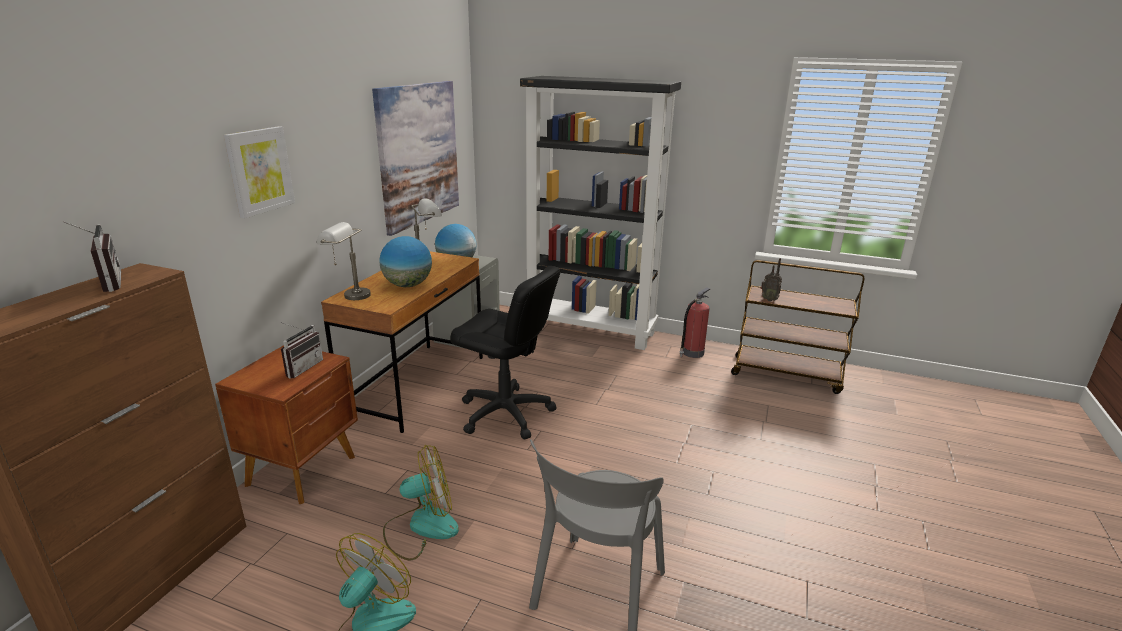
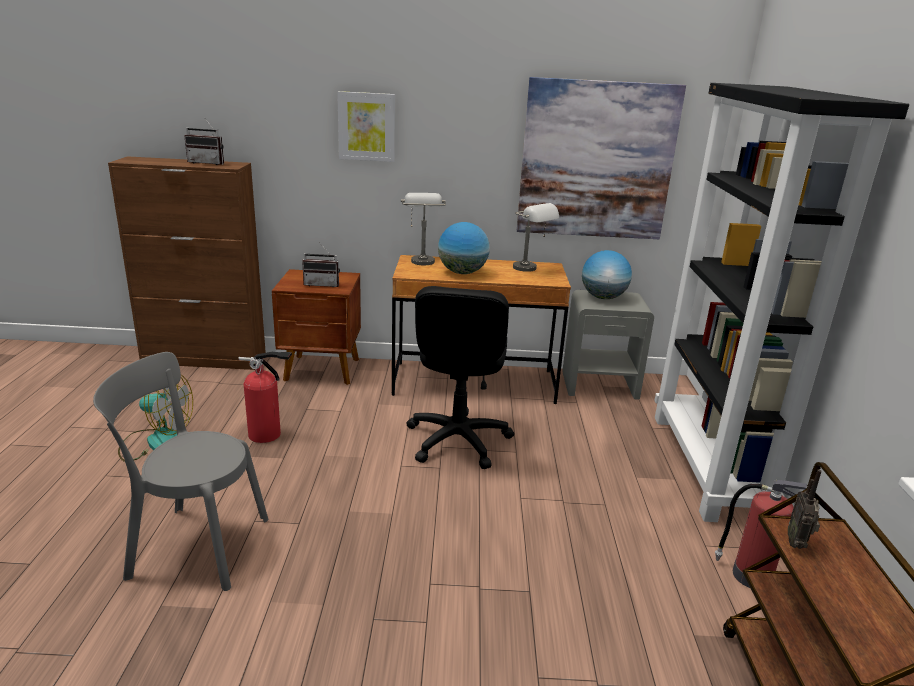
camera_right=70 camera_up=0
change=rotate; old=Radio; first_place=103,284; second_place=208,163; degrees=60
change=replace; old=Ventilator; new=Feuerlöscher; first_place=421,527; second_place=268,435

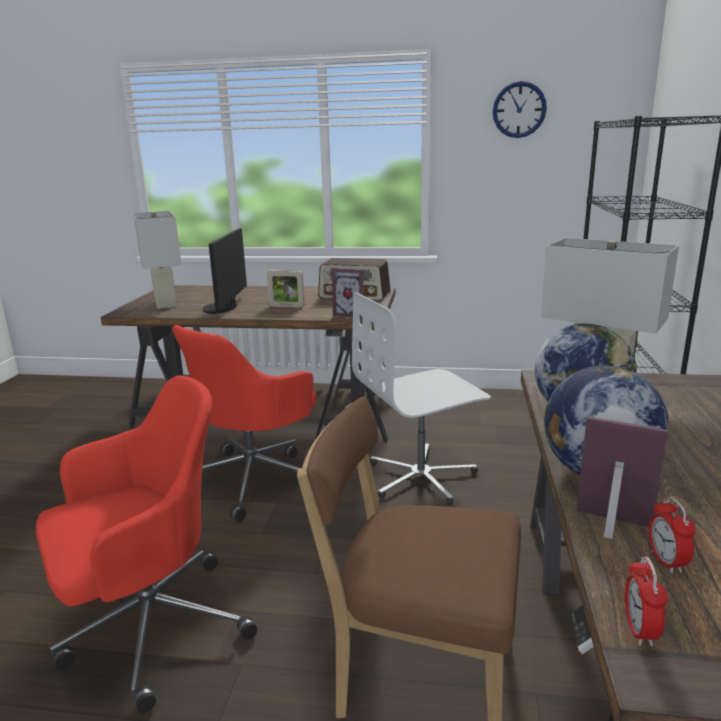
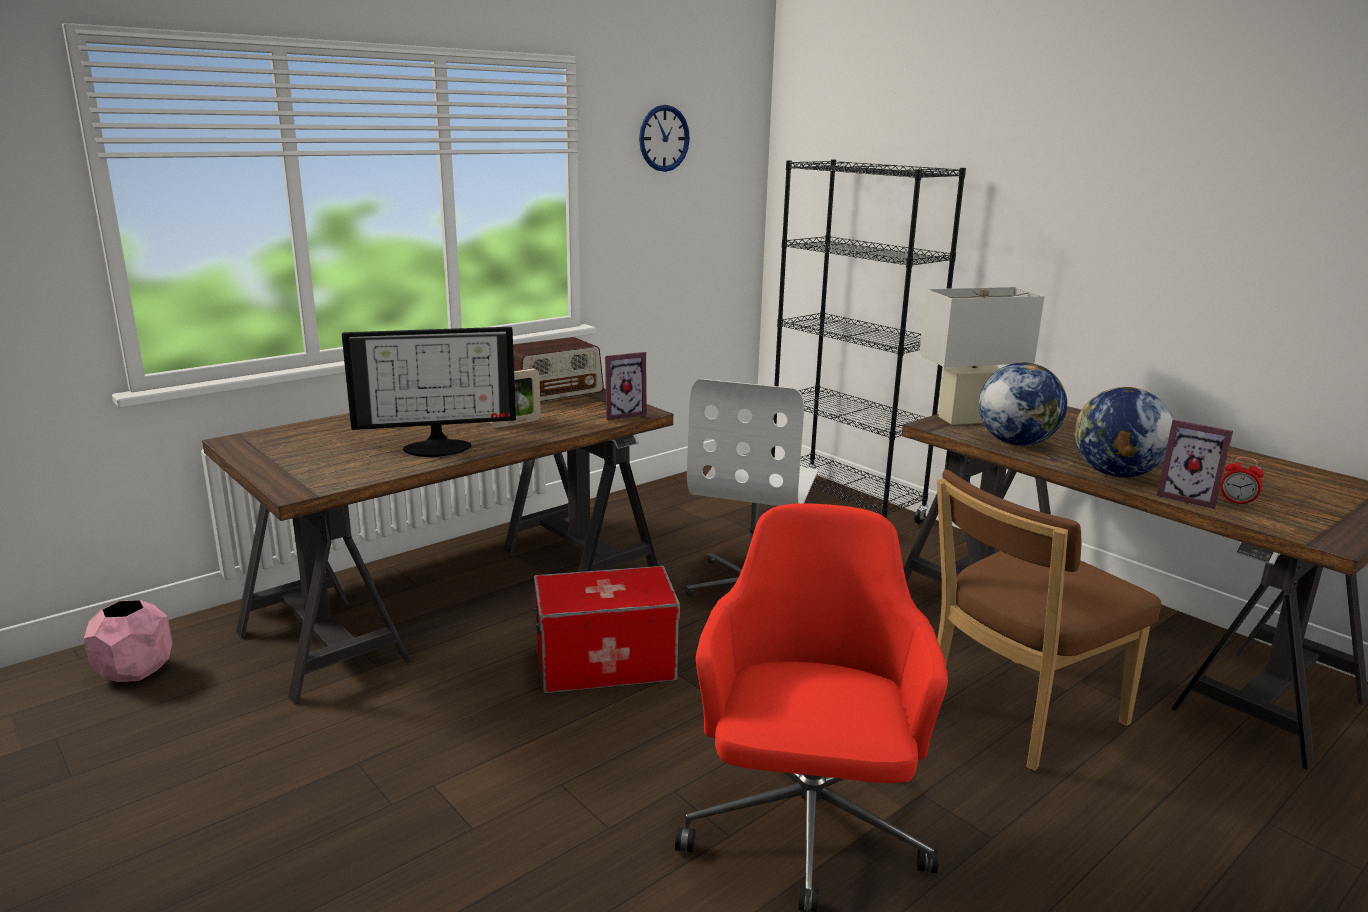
camera_right=-50 camera_up=0
change=insert; new=Pflanzkübel/rosa; second_place=134,672
change=rotate; old=Monitor; first_place=223,308; second_place=438,446; degrees=-60
change=replace; old=Bürostuhl/rot; new=Aufbewahrungsbox; first_place=255,479; second_place=605,665
change=rotate; old=Bilderrahmen; first_place=611,527; second_place=1188,498; degrees=-120
change=delete; old=Tischlampe/weiß; first_place=165,303
change=delete; old=Wecker; first_place=639,631

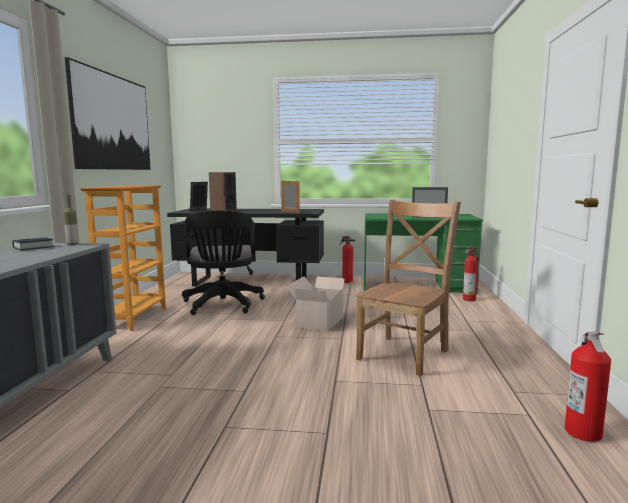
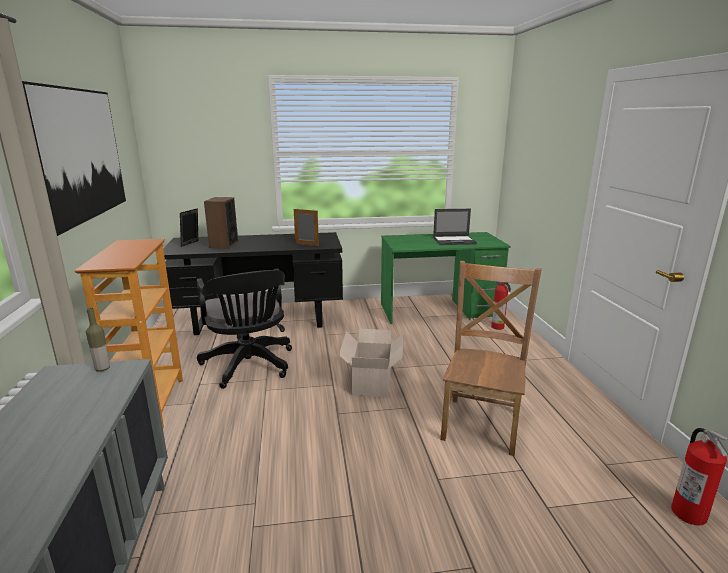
camera_right=-15 camera_up=10
change=delete; old=Buch; first_place=33,247
change=delete; old=Feuerlöscher; first_place=346,281

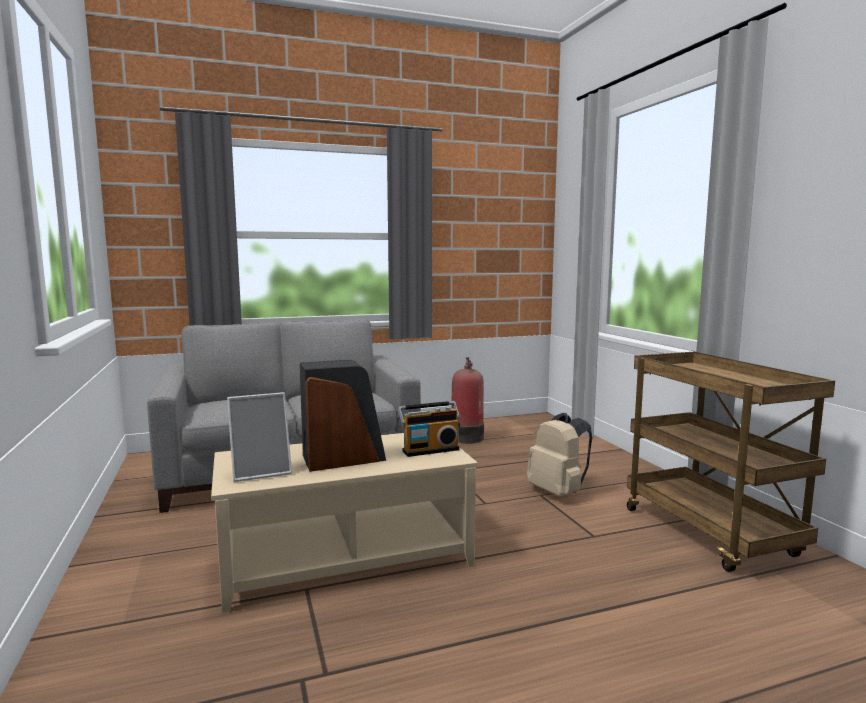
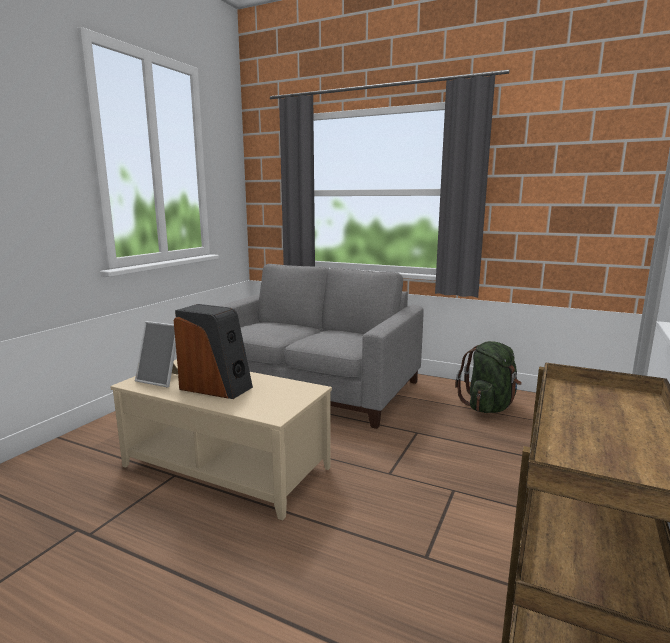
camera_right=45 camera_up=5
change=replace; old=Feuerlöscher; new=Rucksack/grün; first_place=467,437; second_place=489,407
change=delete; old=Radio; first_place=430,450
change=delete; old=Rucksack/beige; first_place=558,492

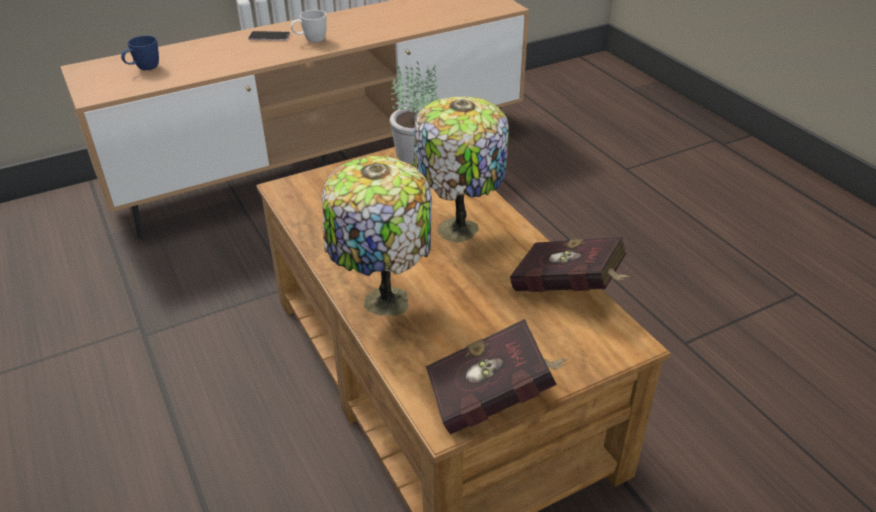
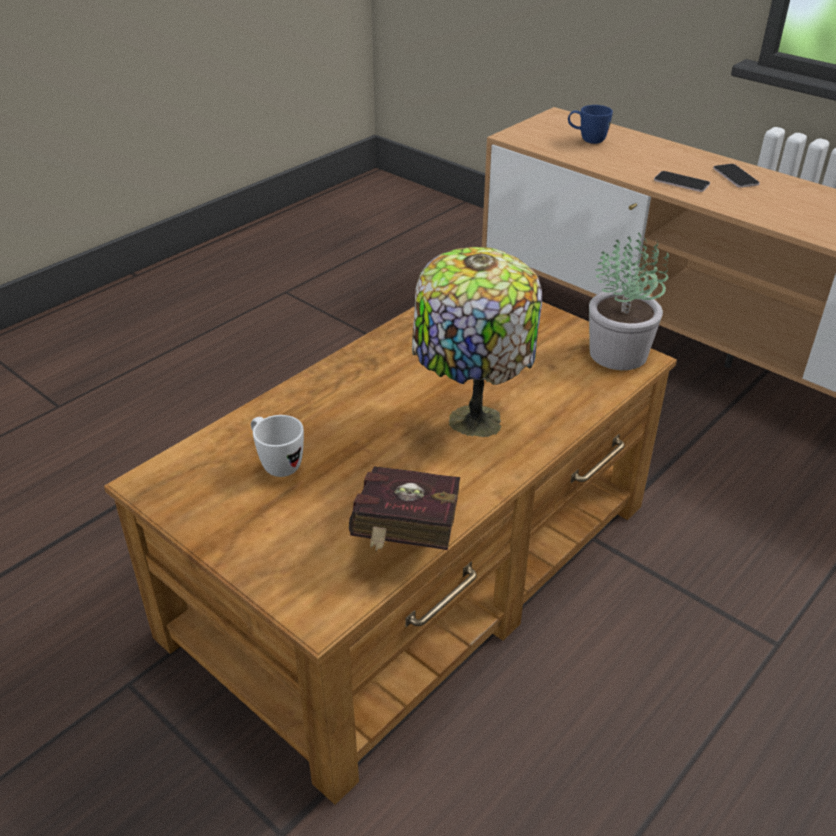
camera_right=70 camera_up=0
change=move; old=Henkelbecher/weiß; first_place=310,41; second_place=276,464
change=insert; new=Handy; second_place=681,182
change=delete; old=Tischlampe; first_place=382,303
change=delete; old=Buch/rot; first_place=494,398

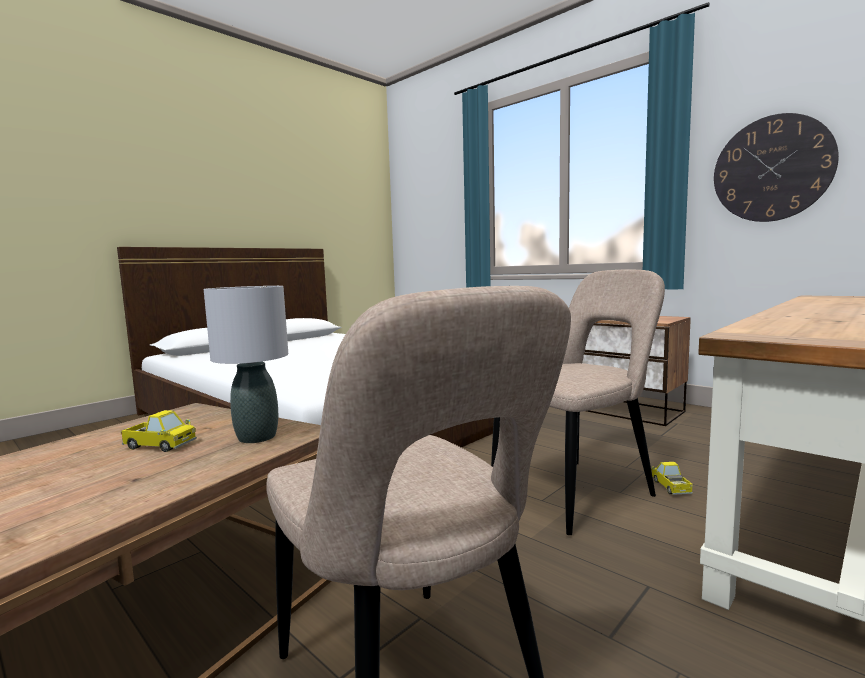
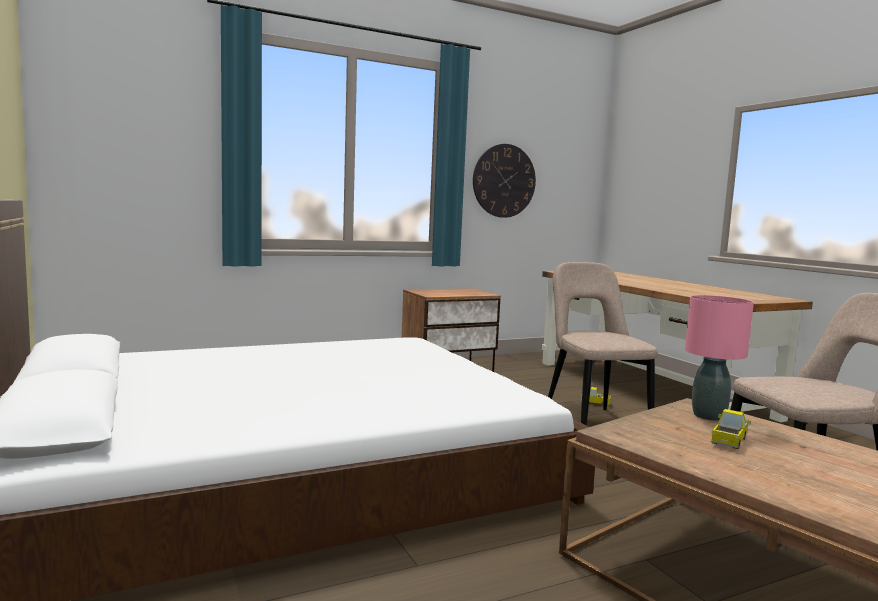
camera_right=-70 camera_up=0
change=recolor; old=Tischlampe/grau; new=Tischlampe/rosa; first_place=258,437; second_place=708,416

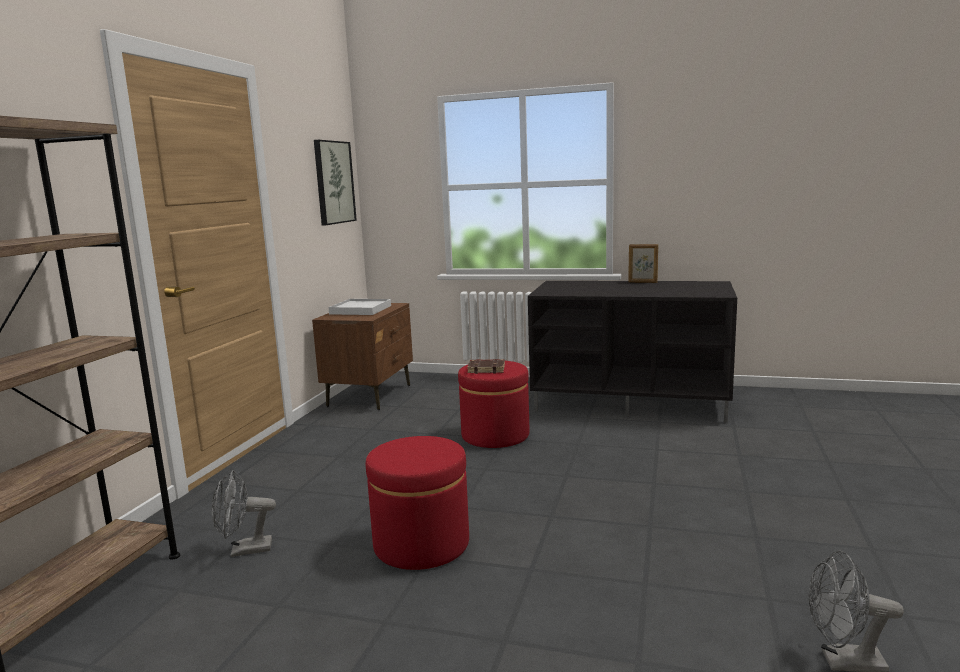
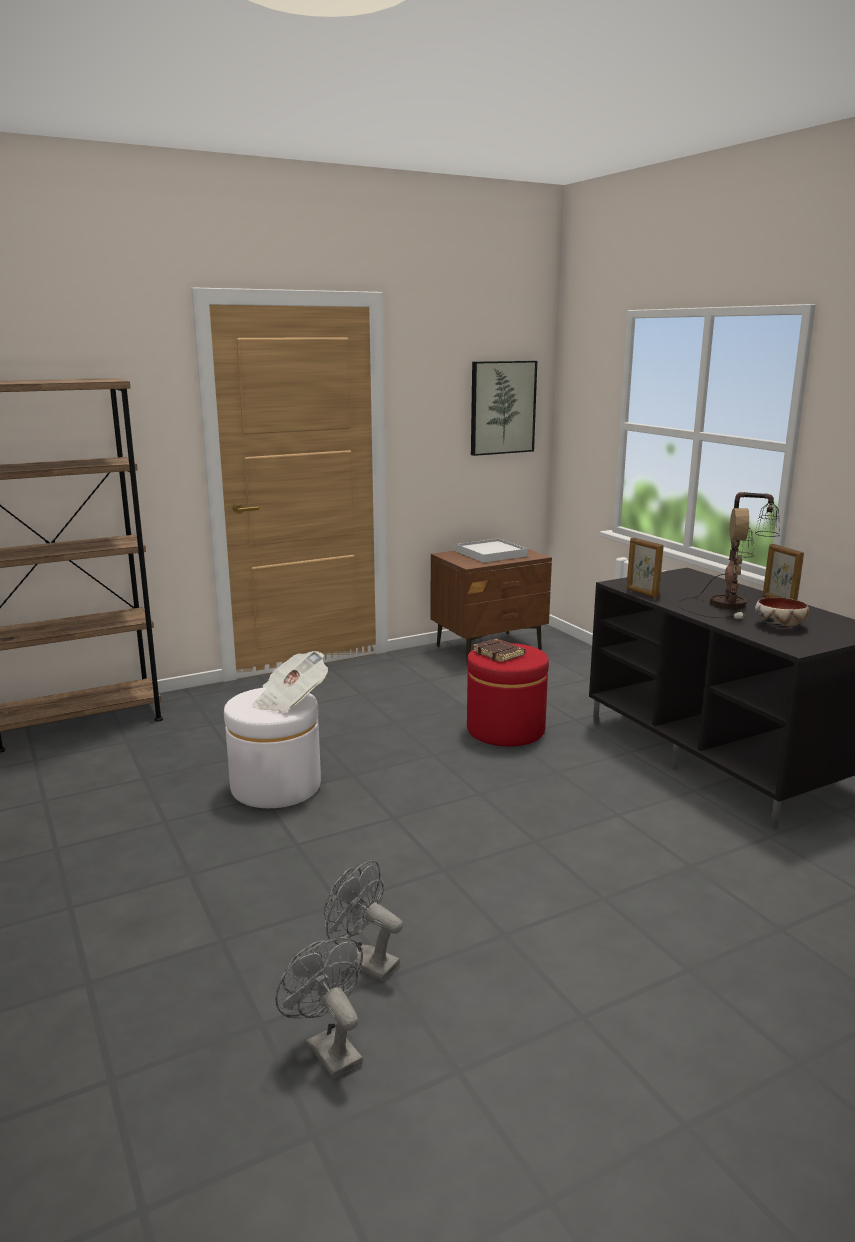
camera_right=45 camera_up=5
change=recolor; old=Polsterhocker/rot; new=Polsterhocker/weiß; first_place=421,544; second_place=276,787
change=insert; new=Zeitung; second_place=290,701
change=move; old=Ventilator/grau; first_place=244,550; second_place=363,962
change=insert; new=Bilderrahmen; second_place=641,593
change=insert; new=Tischlampe; second_place=729,604
change=insert; new=Schüssel; second_place=779,626

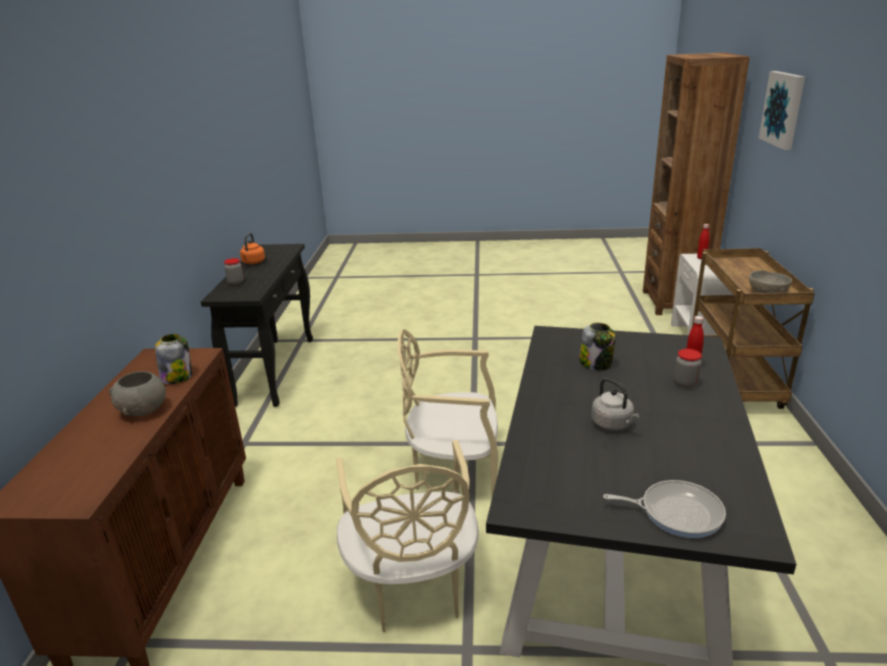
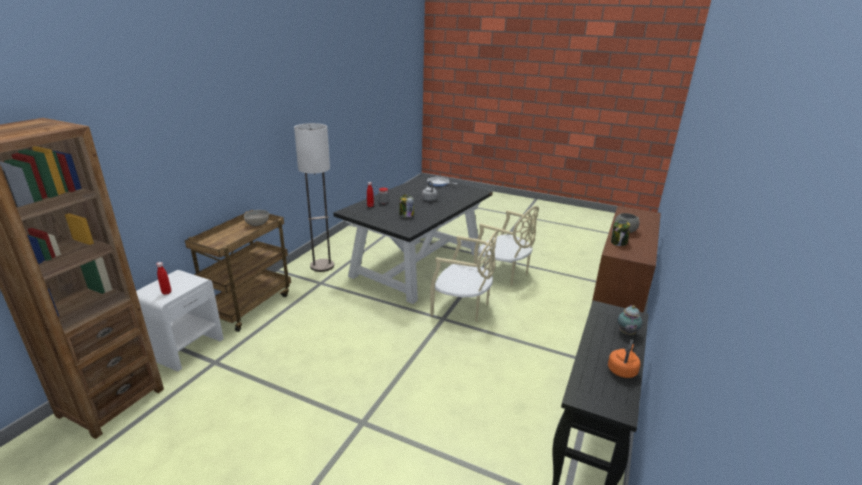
camera_right=-160 camera_up=0
change=insert; new=Stehlampe; second_place=322,266
change=rotate; old=Stuhl/beige; first_place=412,587; second_place=503,273; degrees=120
change=replace; old=Vorratsglas; new=Teekanne; first_place=236,282; second_place=626,333
change=delete; old=Bild; first_place=783,109

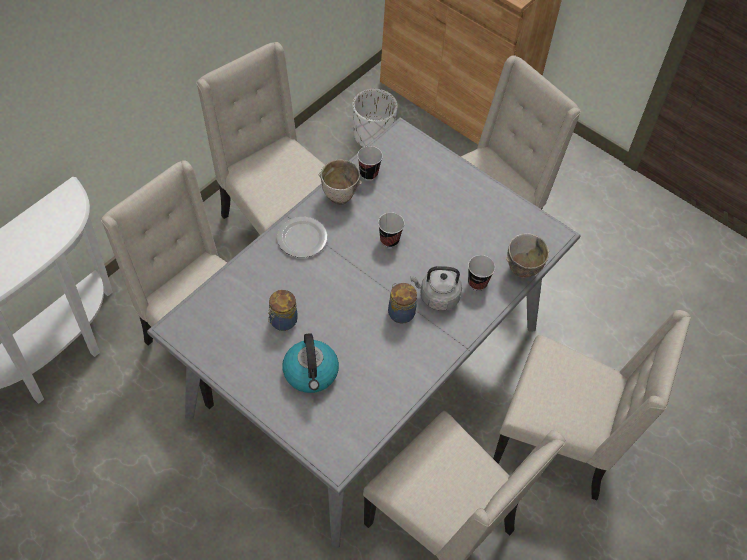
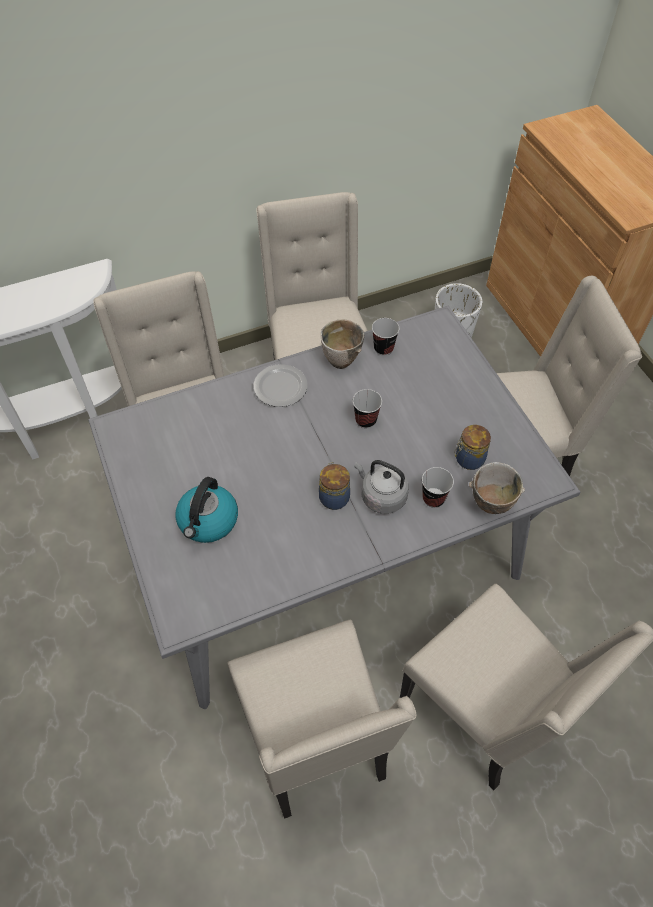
camera_right=30 camera_up=0
change=move; old=Vorratsglas; first_place=282,321; second_place=468,459

